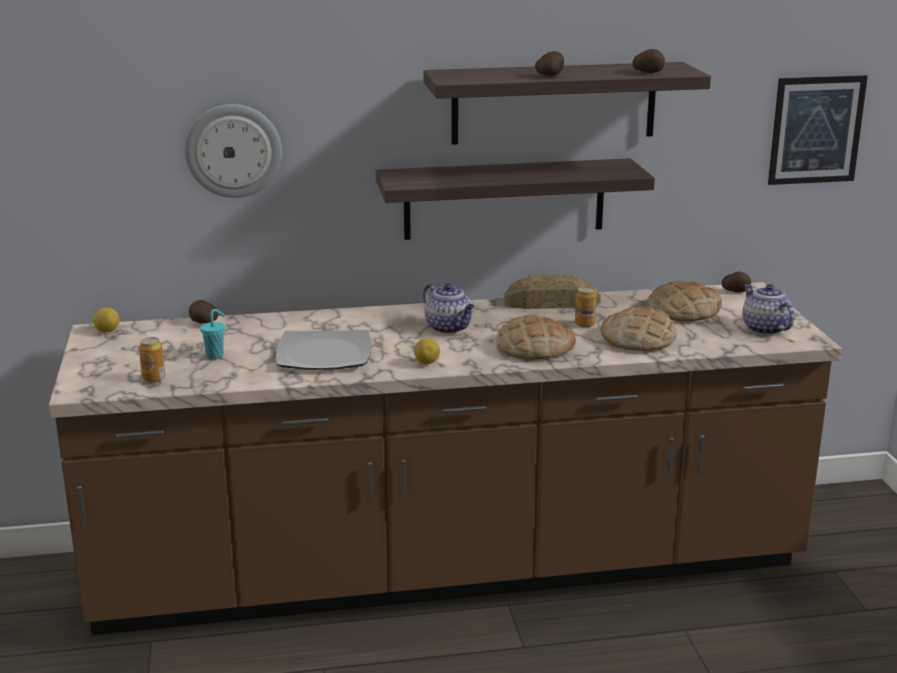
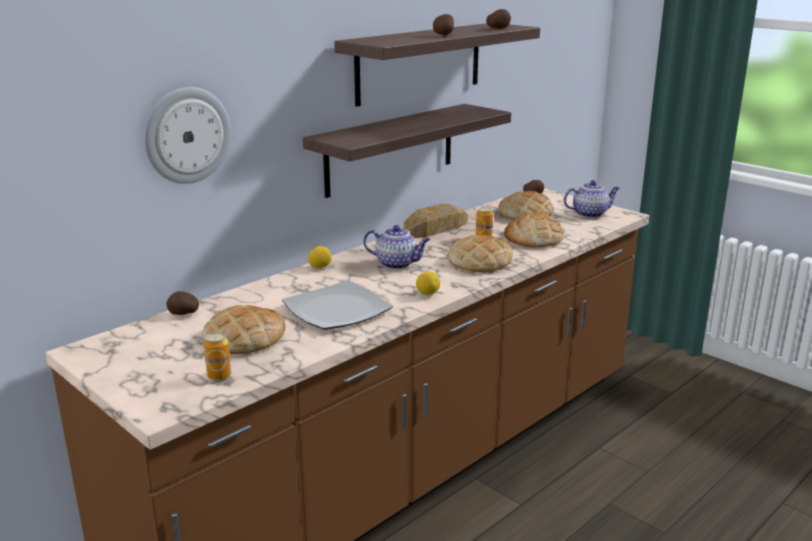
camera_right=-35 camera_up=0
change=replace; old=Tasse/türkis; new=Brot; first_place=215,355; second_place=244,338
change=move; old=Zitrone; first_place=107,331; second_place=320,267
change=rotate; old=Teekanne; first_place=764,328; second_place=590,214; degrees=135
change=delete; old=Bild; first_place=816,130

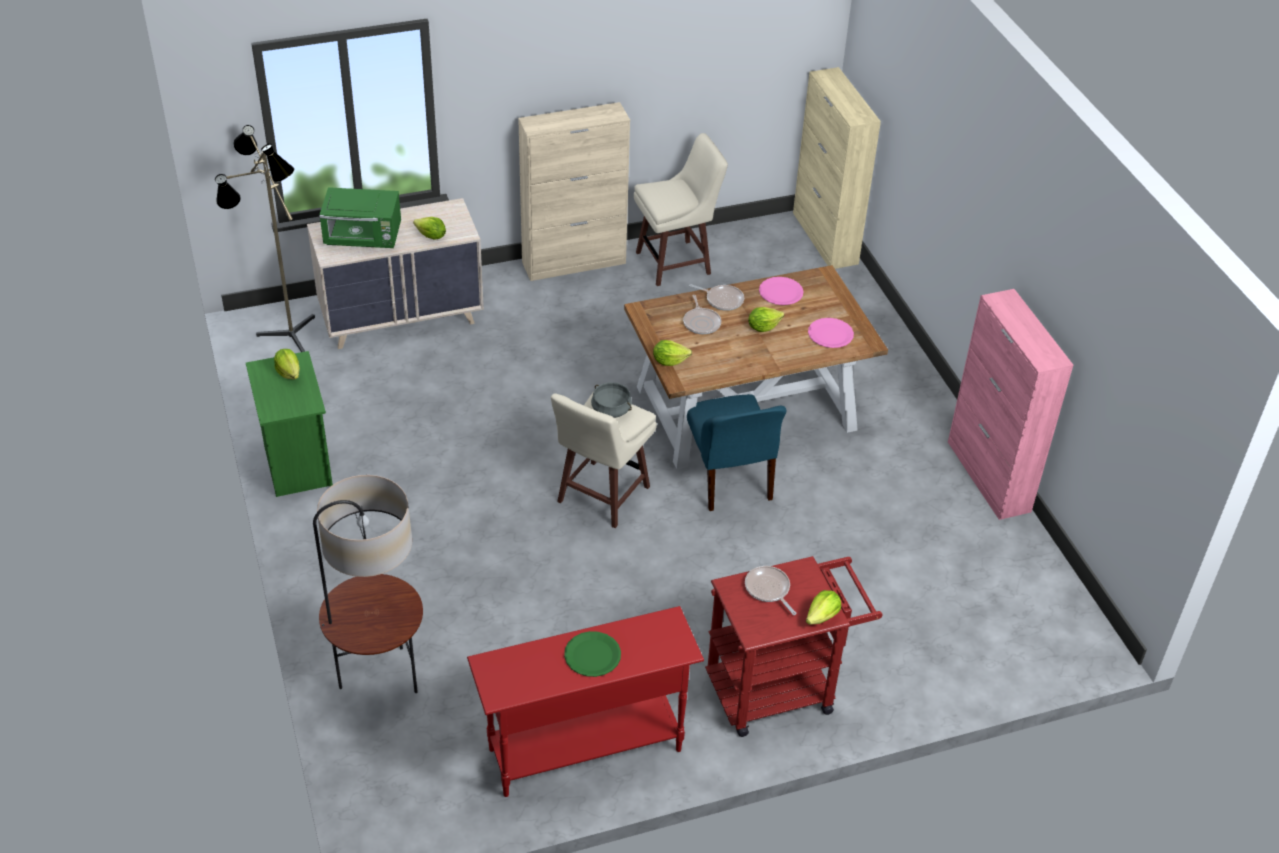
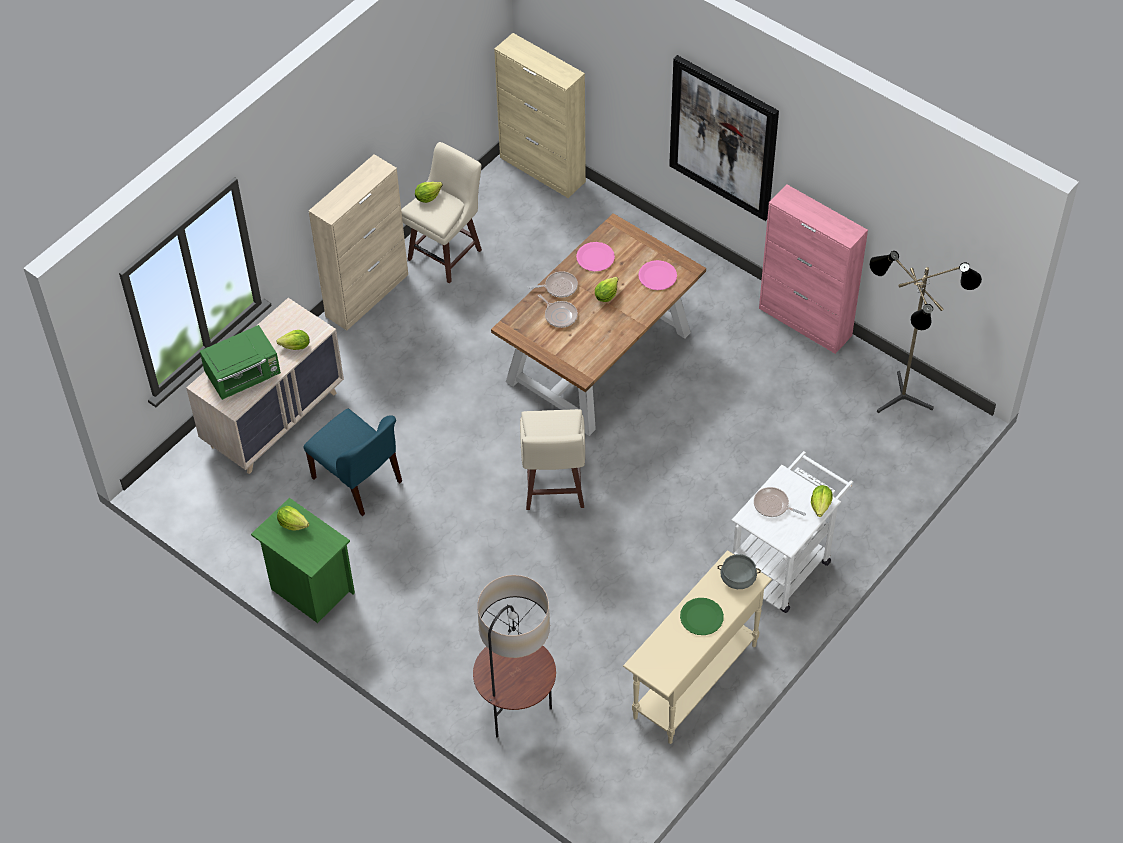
camera_right=-30 camera_up=10
change=move; old=Stuhl/blau; first_place=728,478; second_place=358,481
change=move; old=Salatkopf; first_place=669,361; second_place=427,197
change=recolor; old=Konsolentisch/rot; new=Konsolentisch/beige; first_place=584,749; second_place=694,681
change=insert; new=Bild; second_place=723,137
change=move; old=Kochtopf/grau; first_place=611,409; second_place=738,577
change=recolor; old=Rollwagen/rot; new=Rollwagen/weiß; first_place=780,688; second_place=785,563
change=move; old=Stehlampe; first_place=285,339; second_place=901,403

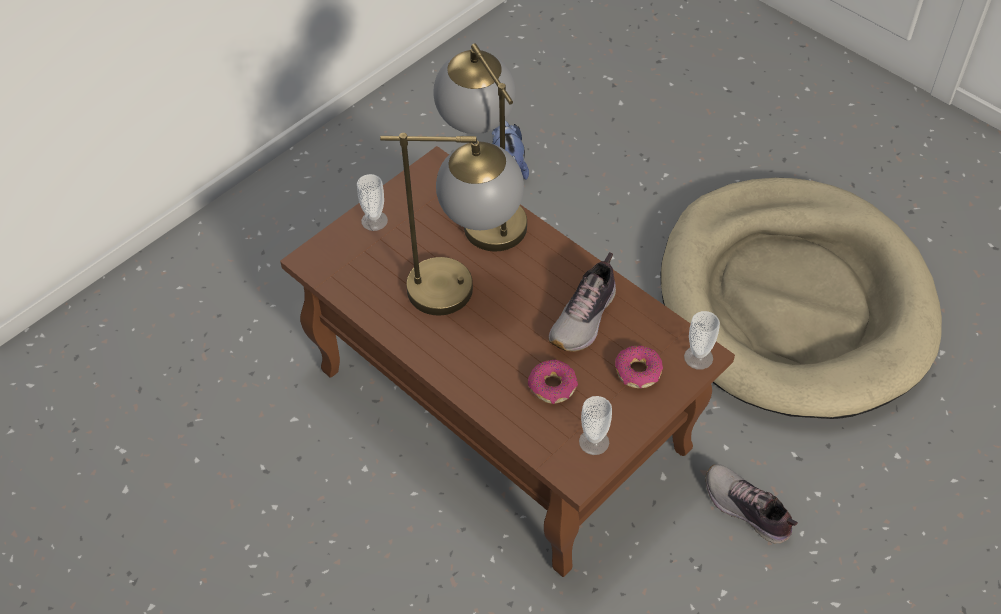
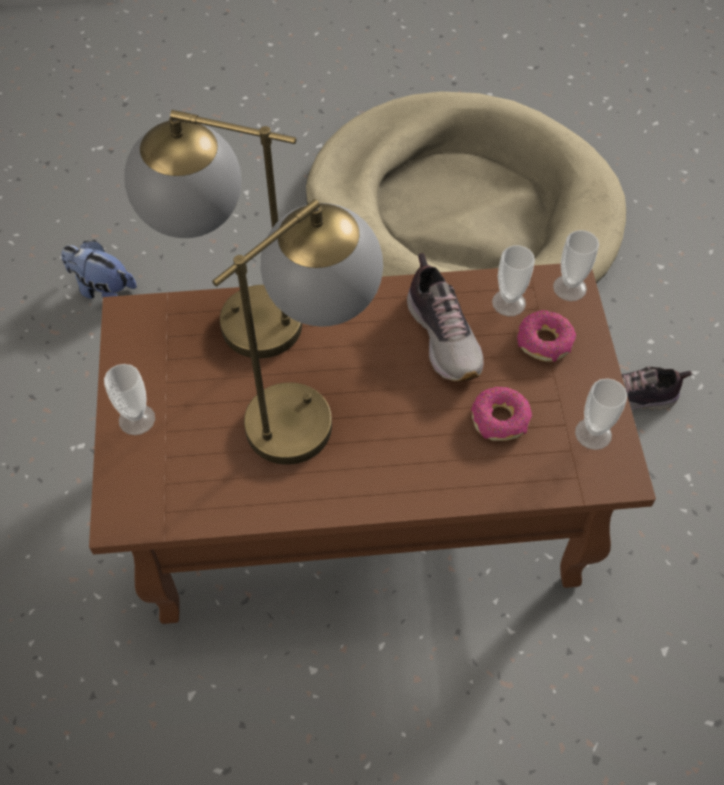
camera_right=-50 camera_up=5
change=insert; new=Tasse; second_place=508,303

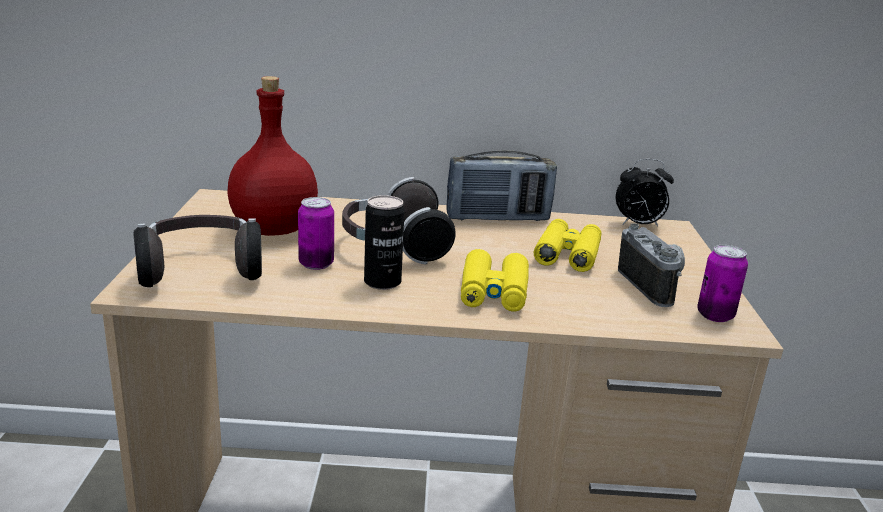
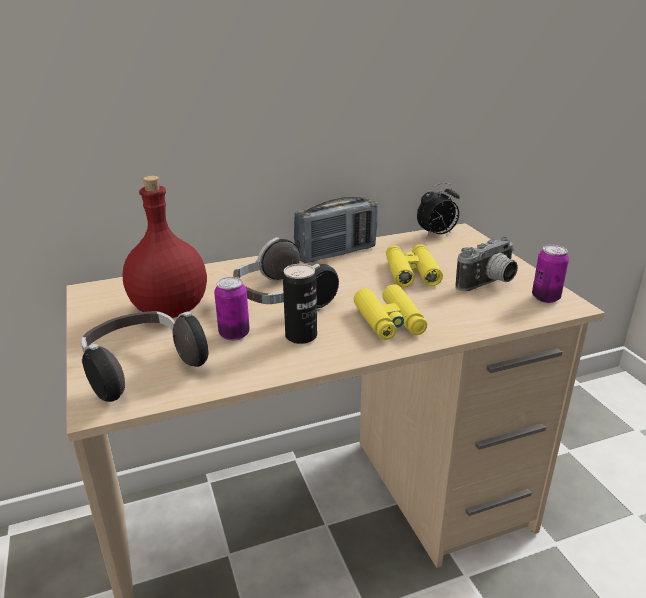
camera_right=-20 camera_up=5
change=rotate; old=Kamera; first_place=654,286; second_place=489,284; degrees=90

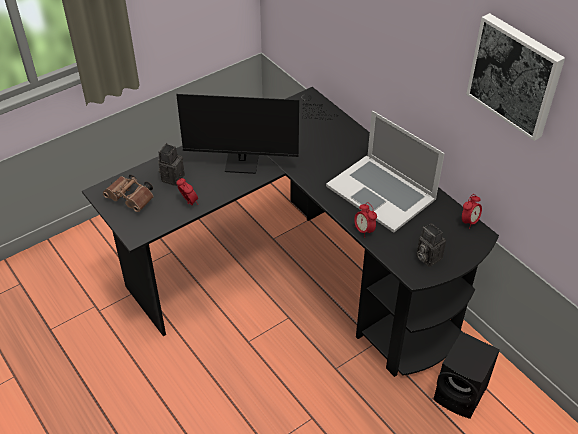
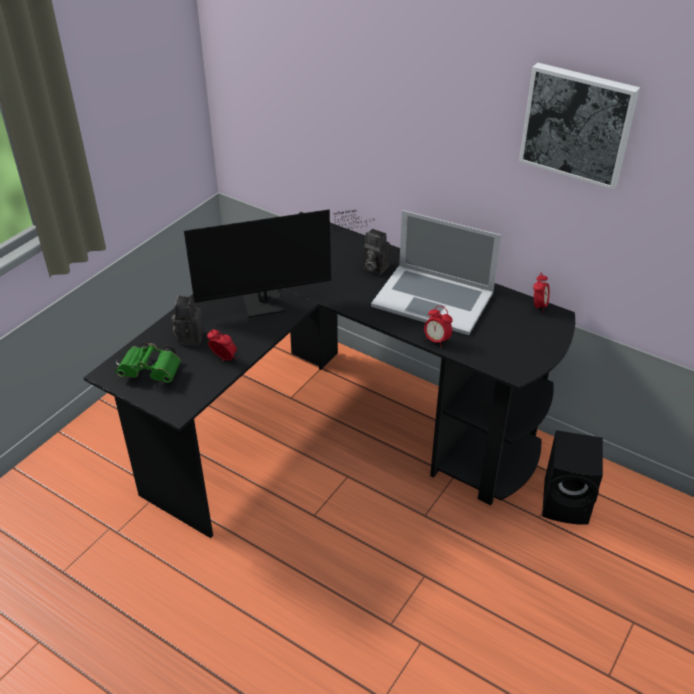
camera_right=-20 camera_up=-5
change=recolor; old=Fernglas/braun; new=Fernglas/grün; first_place=132,199; second_place=153,372
change=move; old=Kamera; first_place=427,257; second_place=374,267

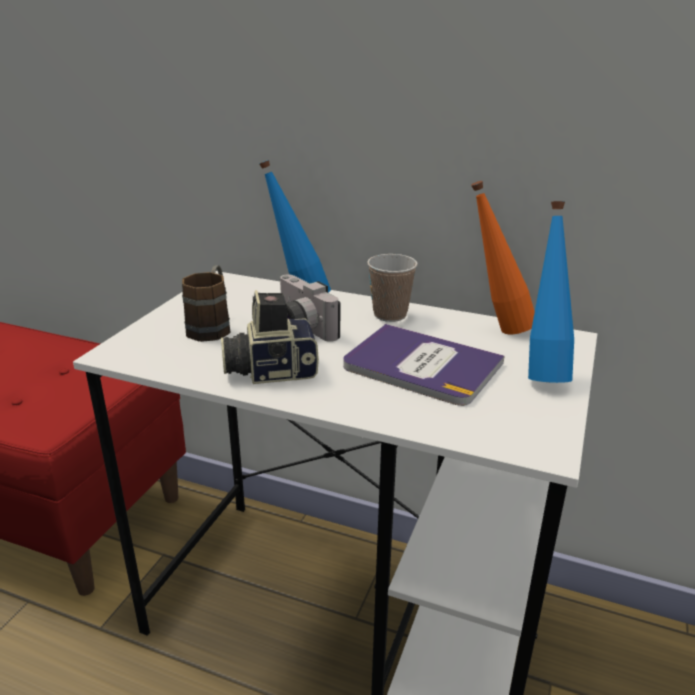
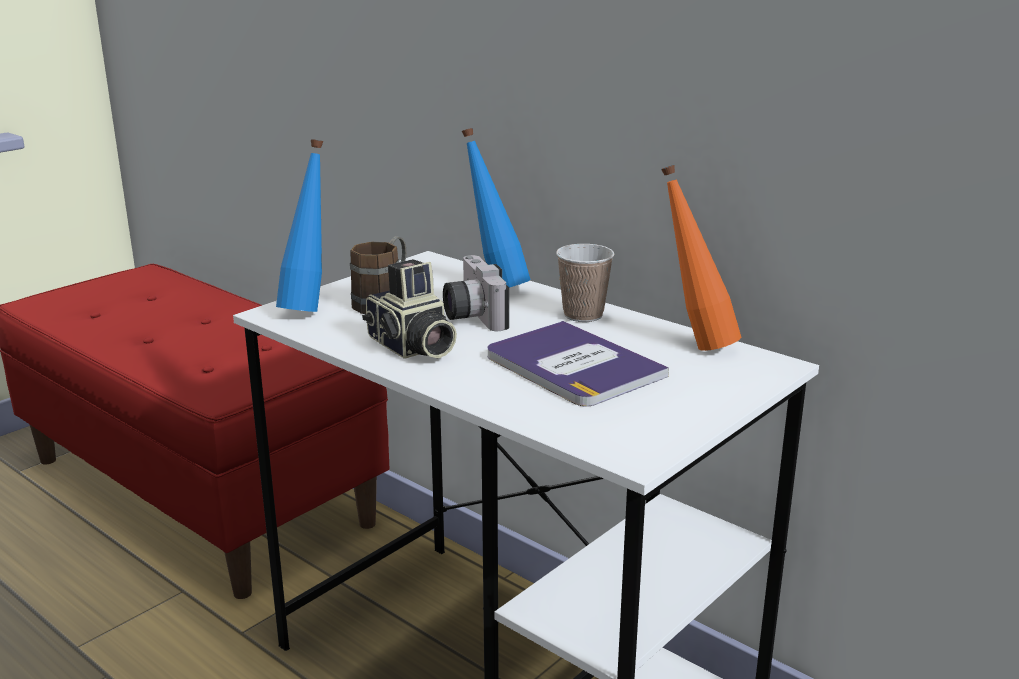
camera_right=20 camera_up=-5
change=move; old=Flasche/blau; first_place=542,373; second_place=309,307
change=rotate; old=Kamera; first_place=270,370; second_place=411,348; degrees=-135

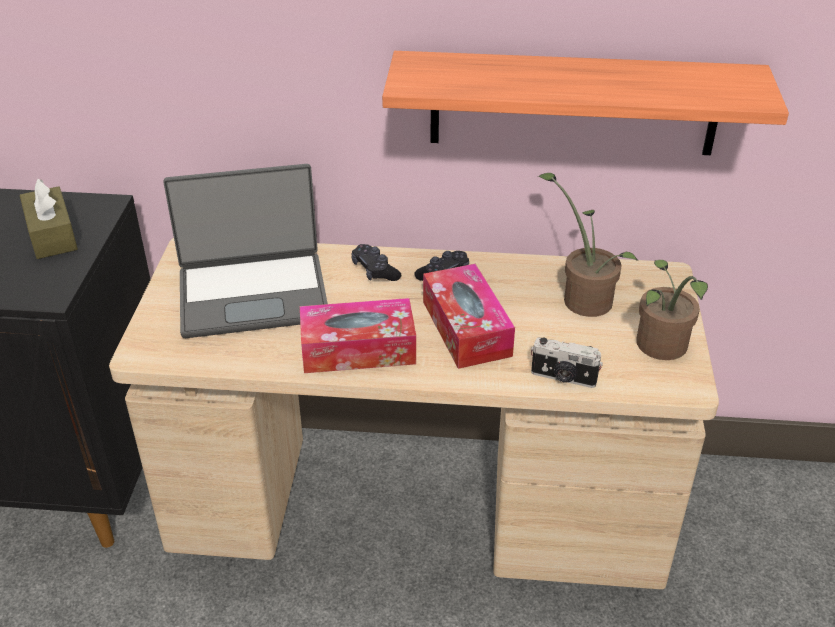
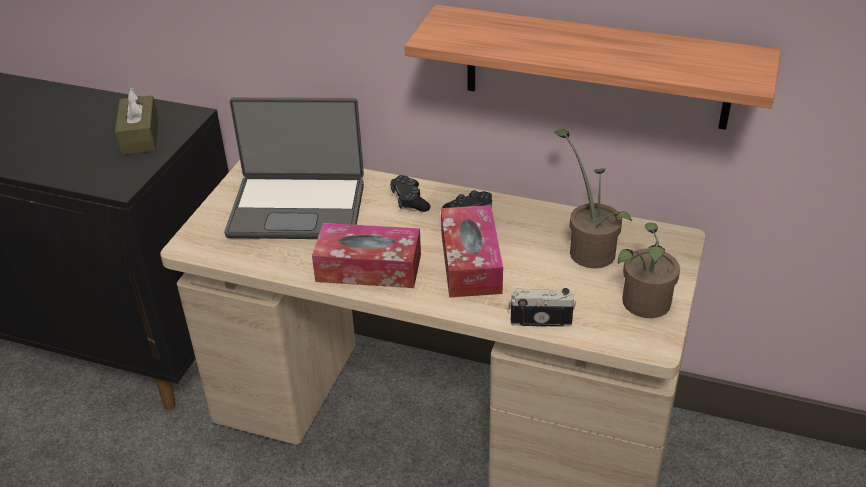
camera_right=15 camera_up=0
change=rotate; old=Kamera; first_place=563,378; second_place=540,319; degrees=150

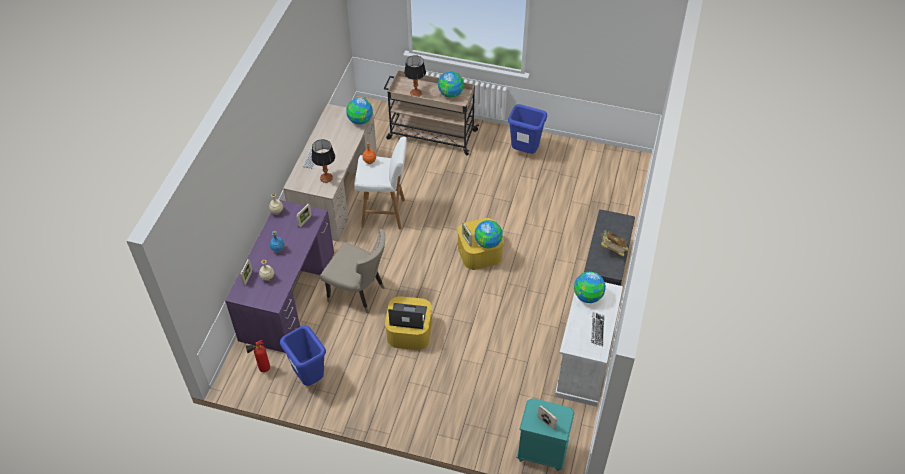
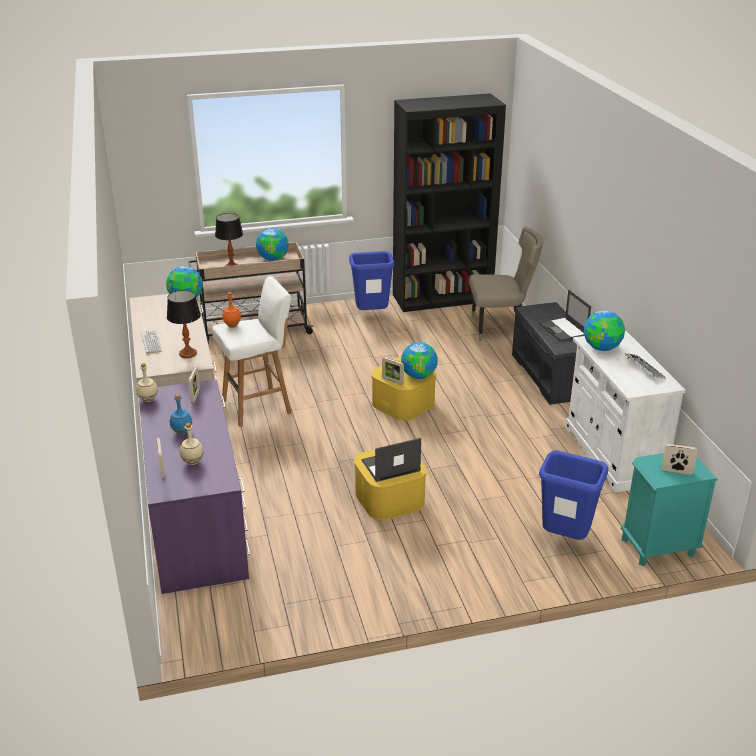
camera_right=-30 camera_up=-20
change=insert; new=Bücherregal/schwarz; second_place=442,298
change=move; old=Stuhl/beige; first_place=359,293; second_place=501,328
change=replace; old=Buch; new=Laptop; first_place=612,249; second_place=563,330
change=move; old=Mülleimer/blau; first_place=310,378; second_place=565,539
change=delete; old=Feuerlöscher; first_place=262,369

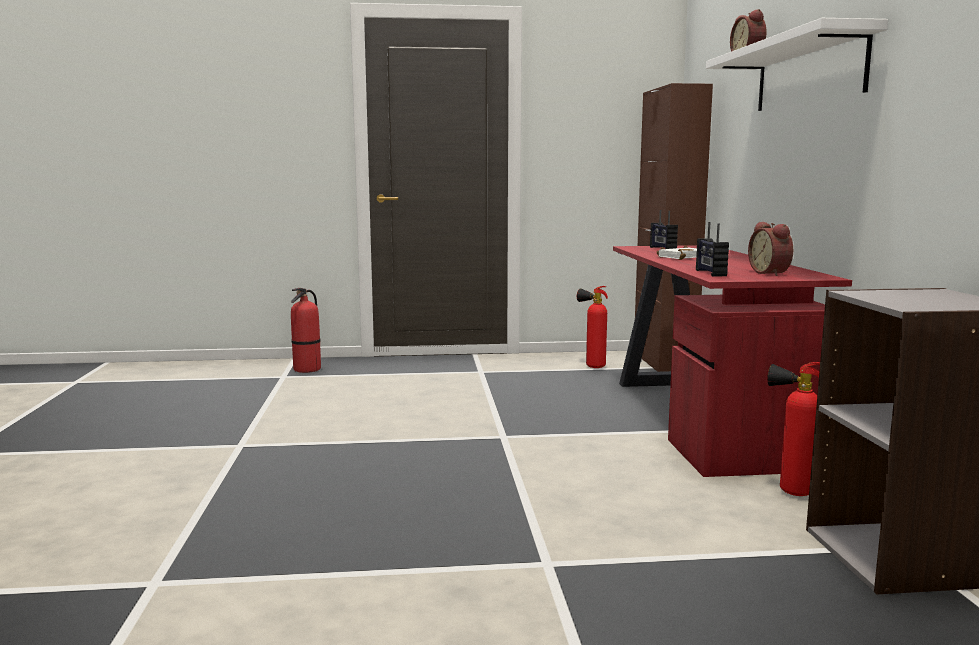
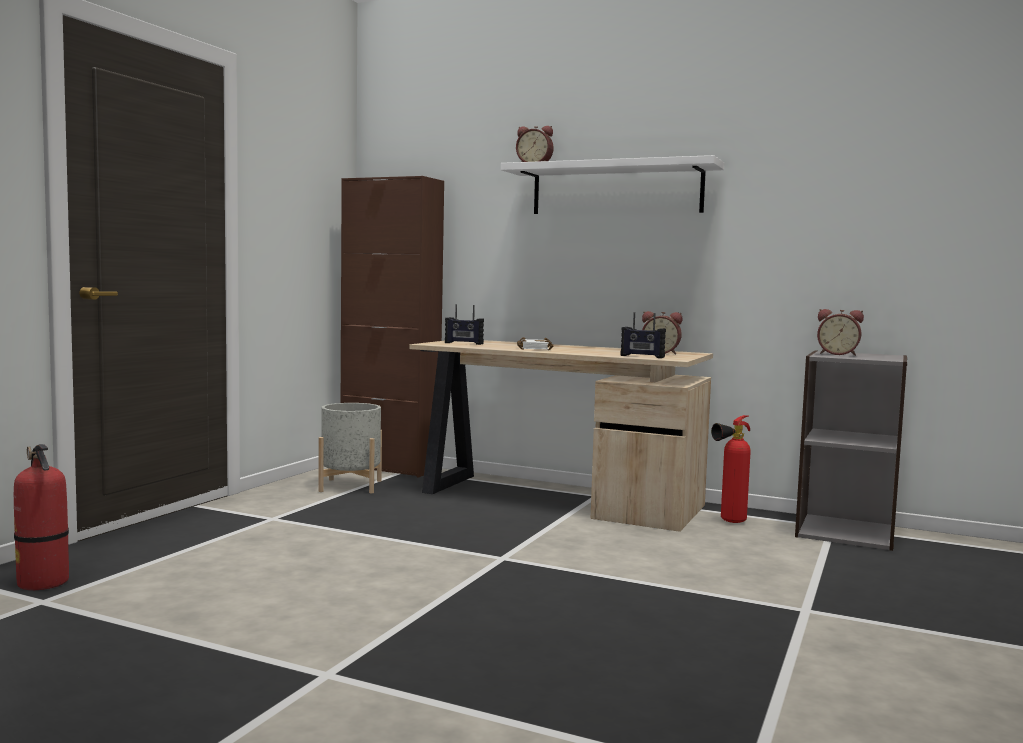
camera_right=-60 camera_up=-5
change=replace; old=Feuerlöscher; new=Pflanzkübel/grau; first_place=591,366; second_place=350,486
change=recolor; old=Schreibtisch/rot; new=Schreibtisch/beige; first_place=702,418; second_place=555,498
change=insert; new=Wecker; second_place=838,354

